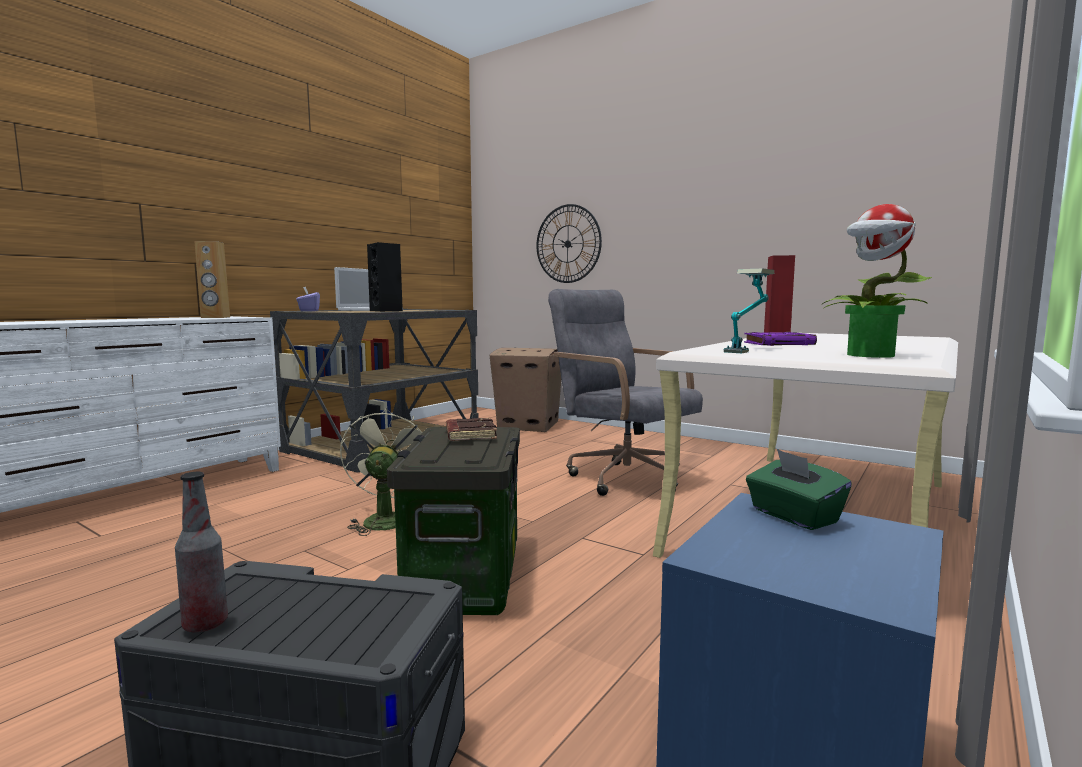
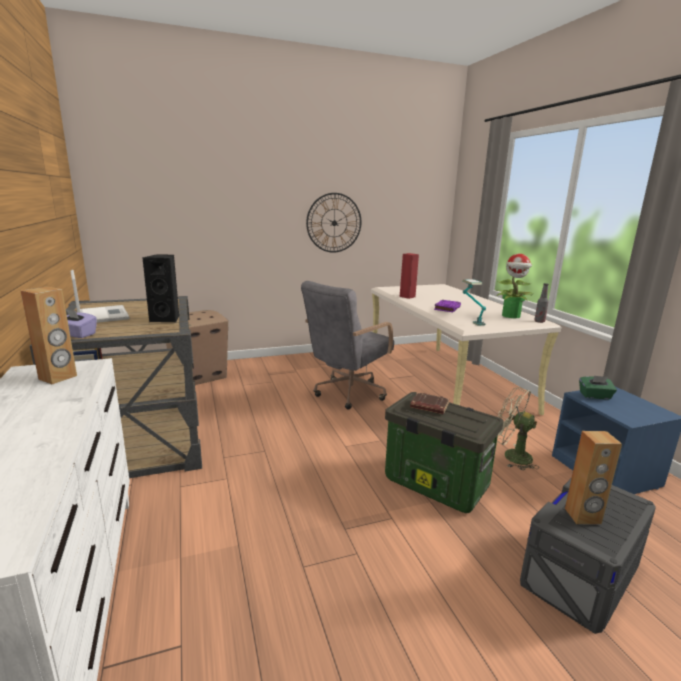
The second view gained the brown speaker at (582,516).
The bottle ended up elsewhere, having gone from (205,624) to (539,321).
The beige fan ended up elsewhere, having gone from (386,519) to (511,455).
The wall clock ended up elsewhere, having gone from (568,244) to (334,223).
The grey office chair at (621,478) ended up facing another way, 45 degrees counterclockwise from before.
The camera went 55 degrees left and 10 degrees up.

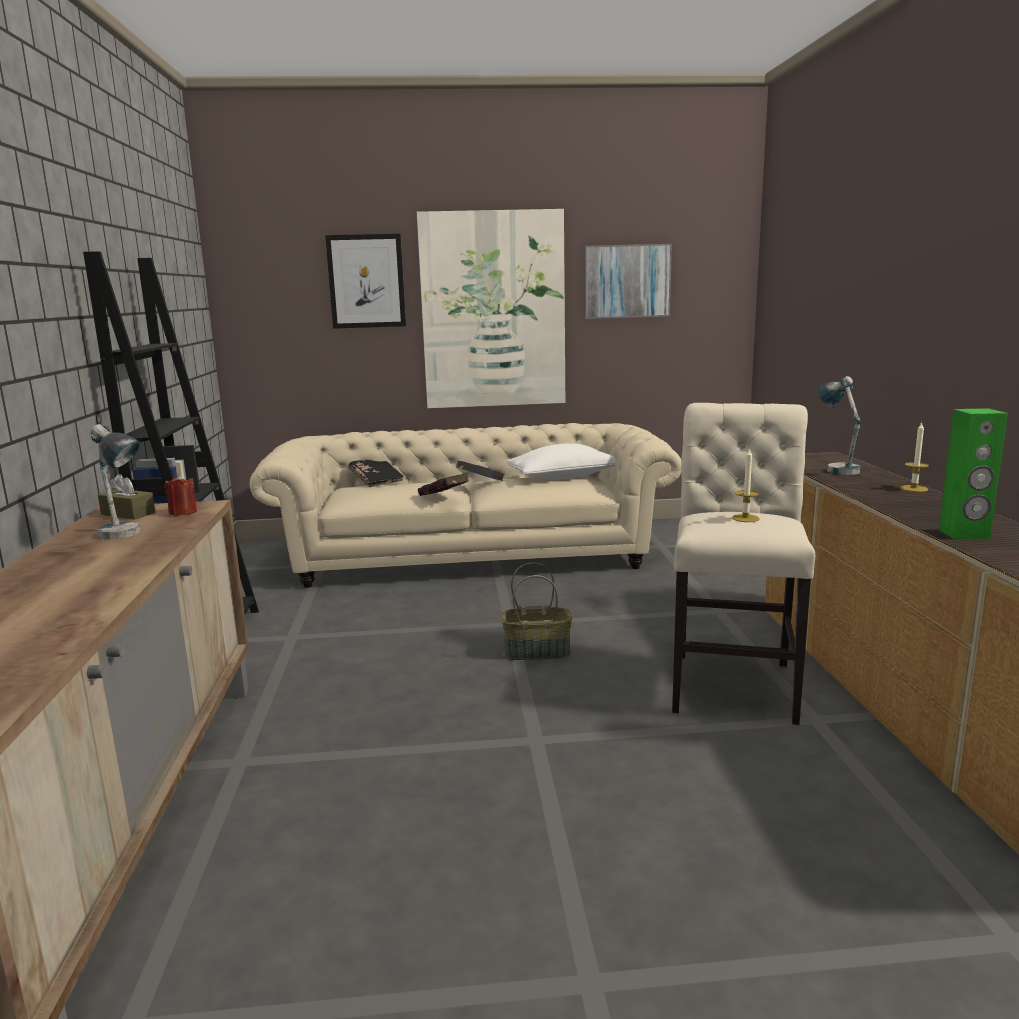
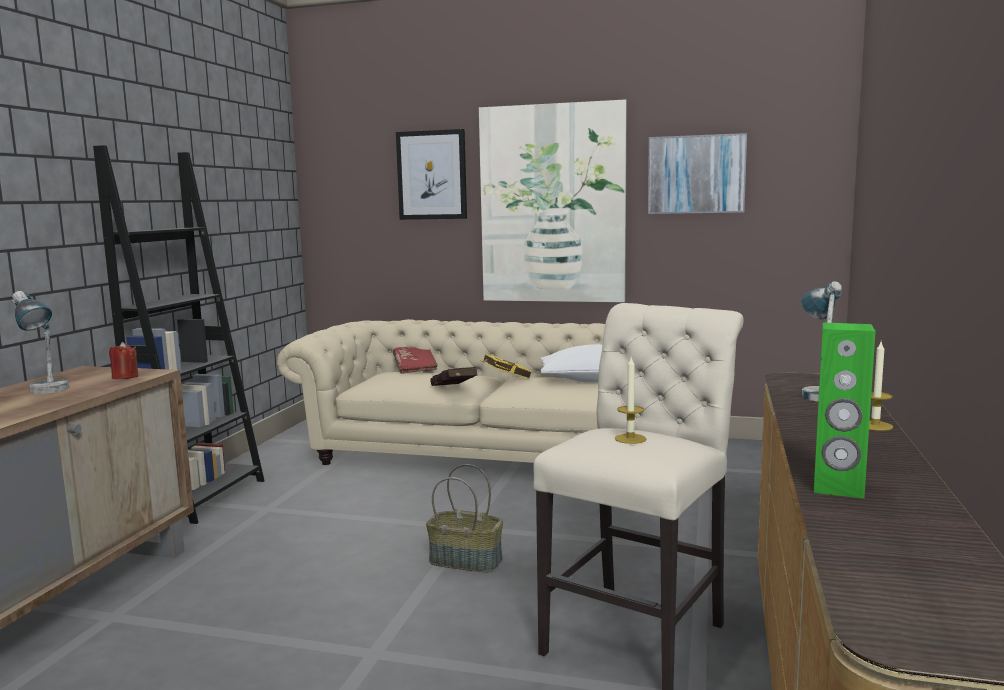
The second view lost the brown tissue box at (128,513).
What was the black book at (376,480) turned into the red book at (415,368).
What was the blue book at (478,482) turned into the yellow book at (504,378).
The camera went 20 degrees right and 5 degrees down.

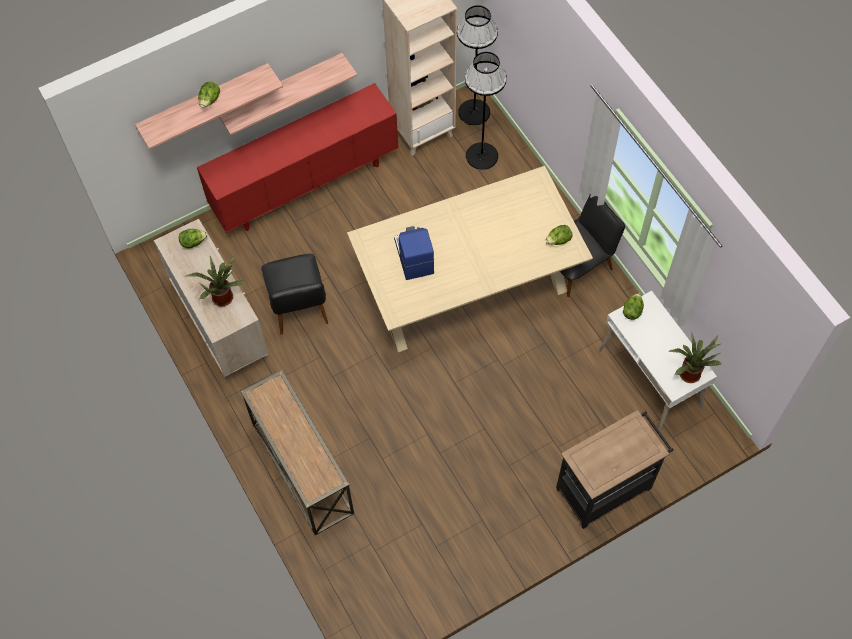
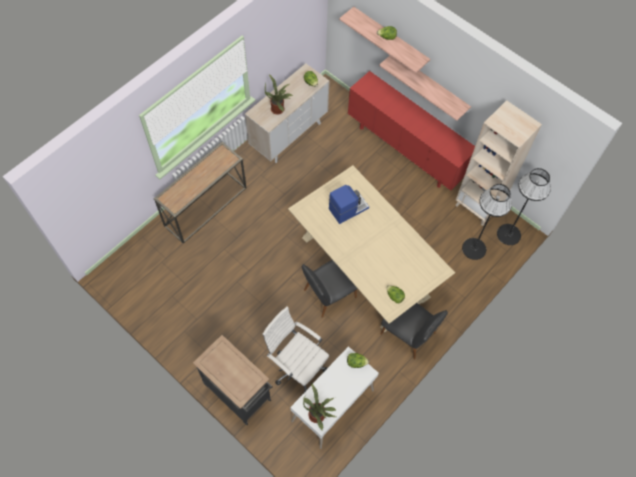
The second view gained the white office chair at (297,367).
The black chair ended up elsewhere, having gone from (298,305) to (330,293).
The camera went 70 degrees right and 0 degrees up.

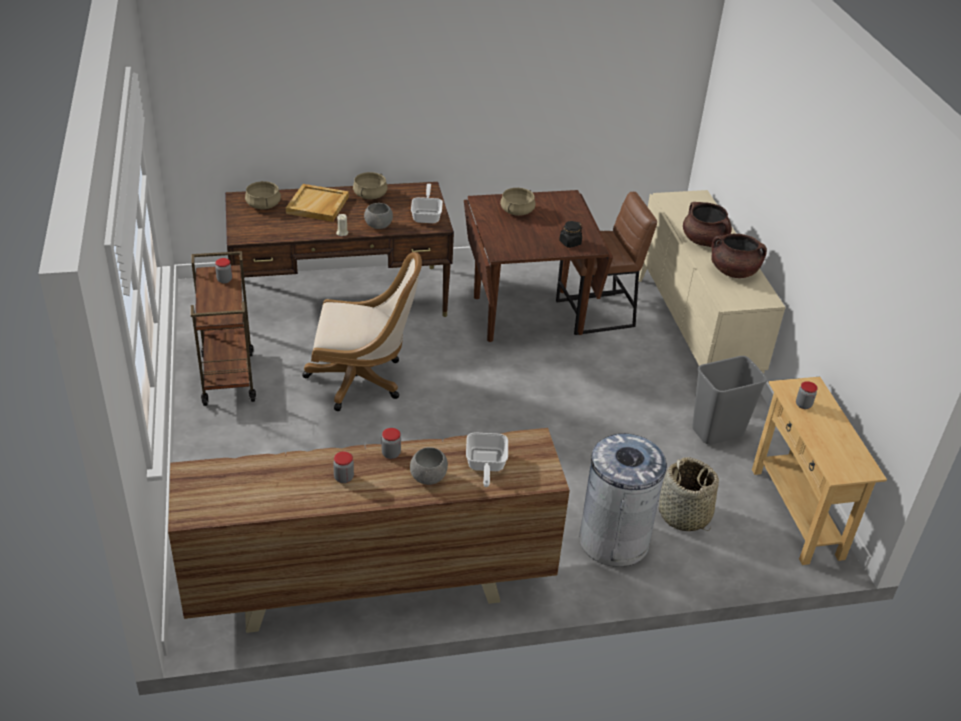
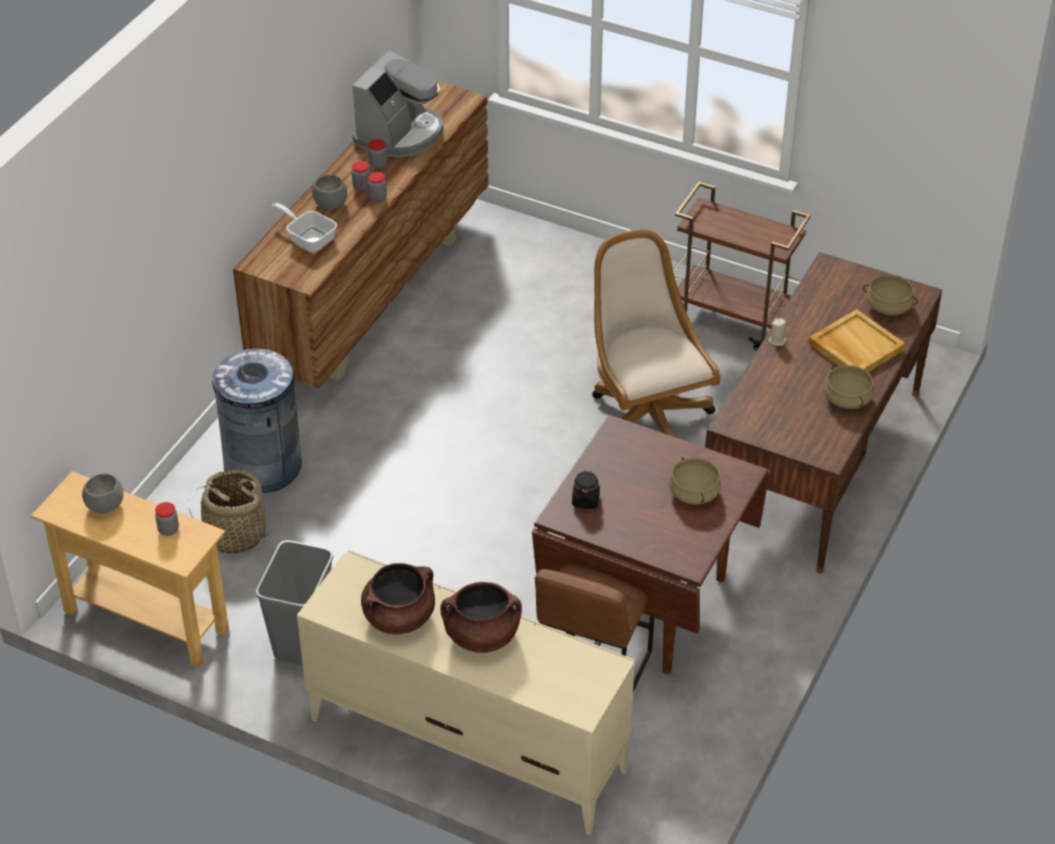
The second view lost the frying pan at (427,215).
The second view gained the coffee machine at (400,134).
The jar ended up elsewhere, having gone from (224,280) to (361,187).
The grey bowl ended up elsewhere, having gone from (378,226) to (104,506).
The office chair at (363,379) ended up facing another way, 120 degrees clockwise from before.
The camera went 130 degrees right and 5 degrees up.

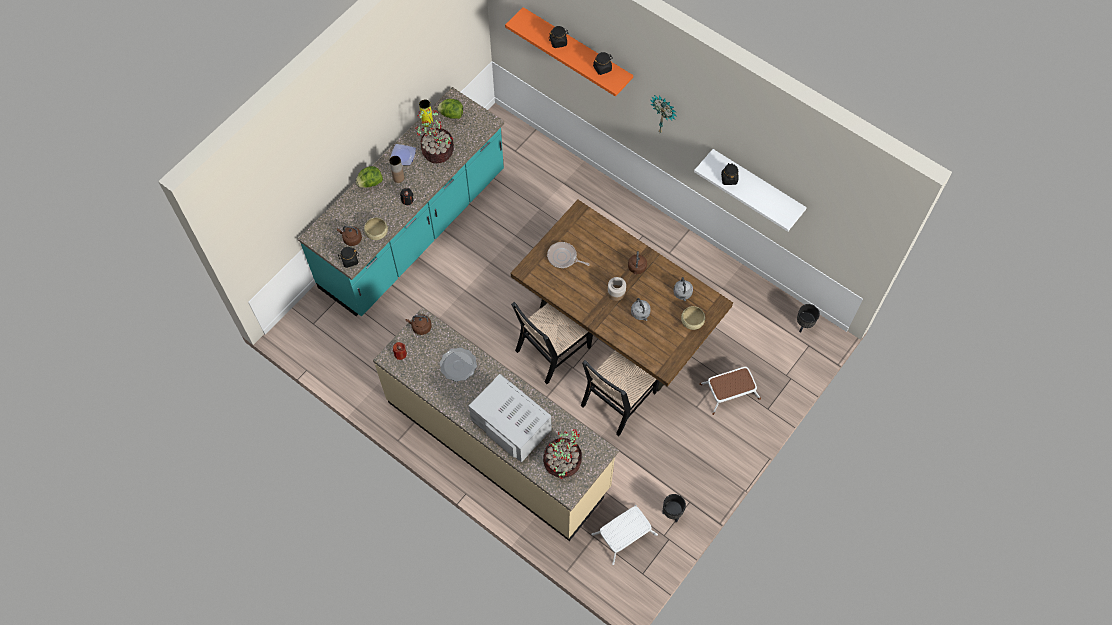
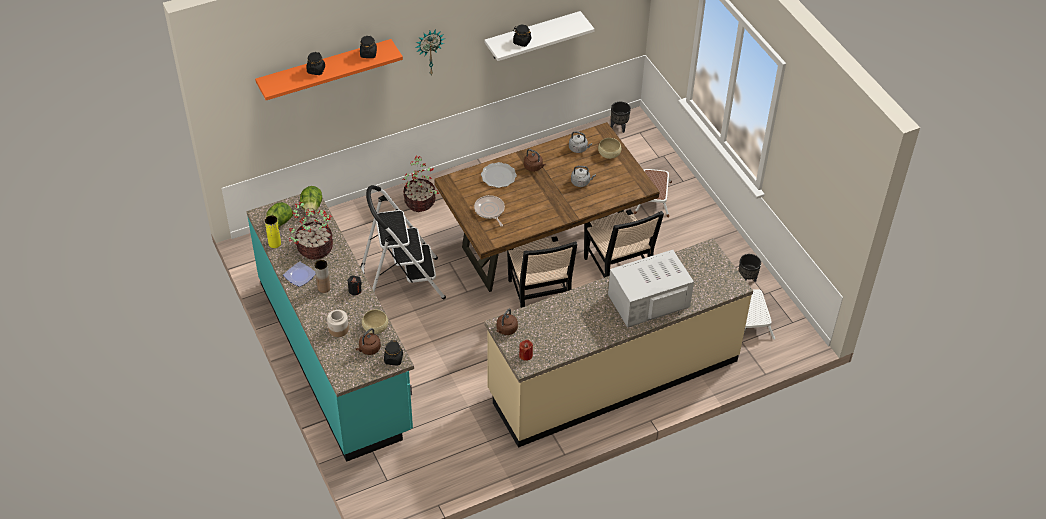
The second view gained the step ladder at (399,283).
The lettuce ended up elsewhere, having gone from (370,183) to (312,207).
The plate ended up elsewhere, having gone from (458,365) to (498,176).
The potted plant ended up elsewhere, having gone from (562,463) to (420,202).
The jar ended up elsewhere, having gone from (616,293) to (338,329).
The frying pan at (563,257) ended up facing another way, 105 degrees clockwise from before.
The camera went 65 degrees left and 15 degrees down.

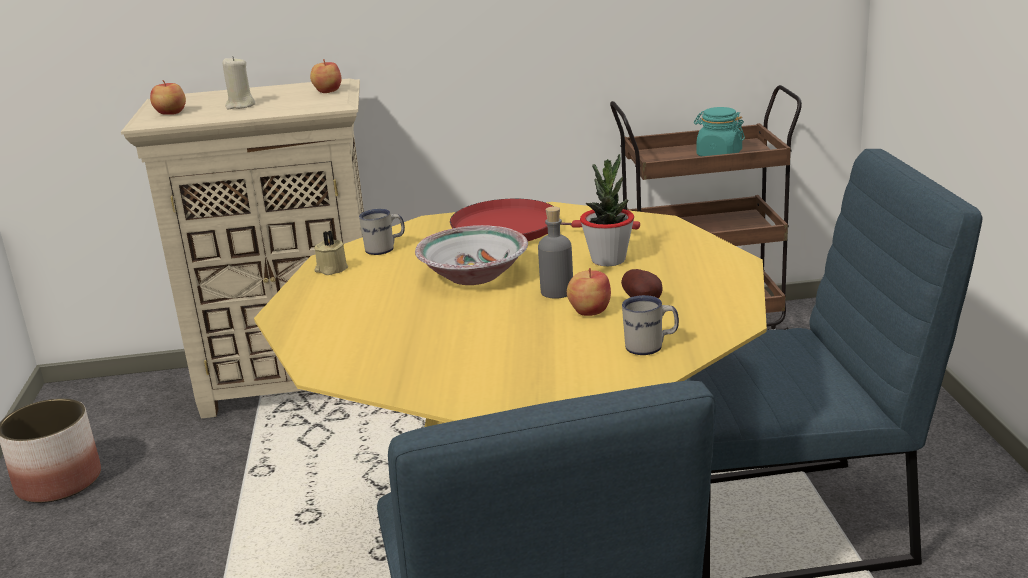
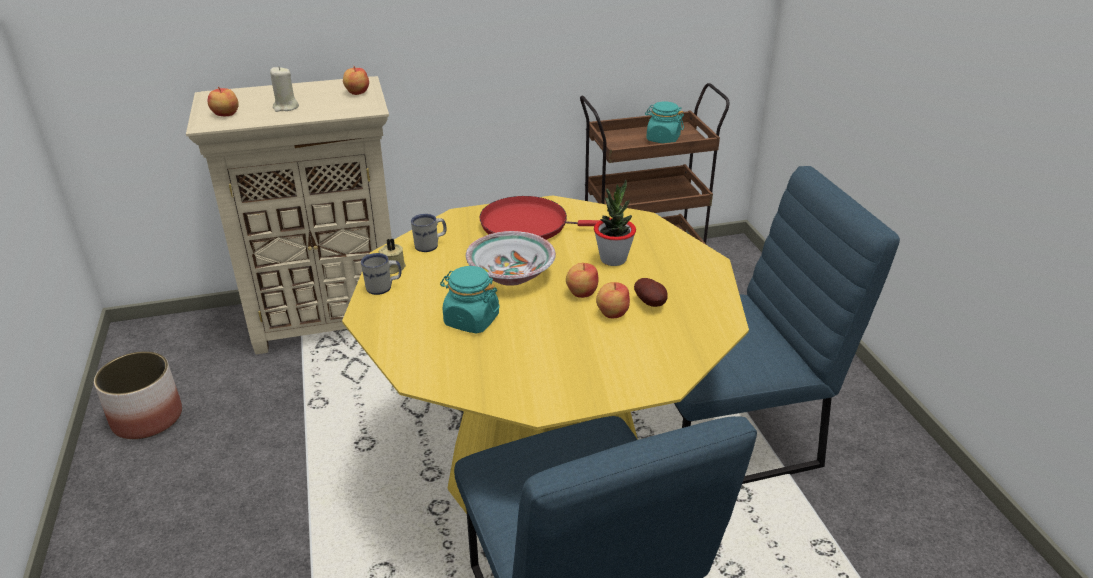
The second view gained the turquoise jar at (471,320).
The white mug ended up elsewhere, having gone from (651,347) to (383,288).
Where the grey bottle stood at (557,292), the apple came to stand at (581,292).
The camera went 10 degrees left and 10 degrees up.

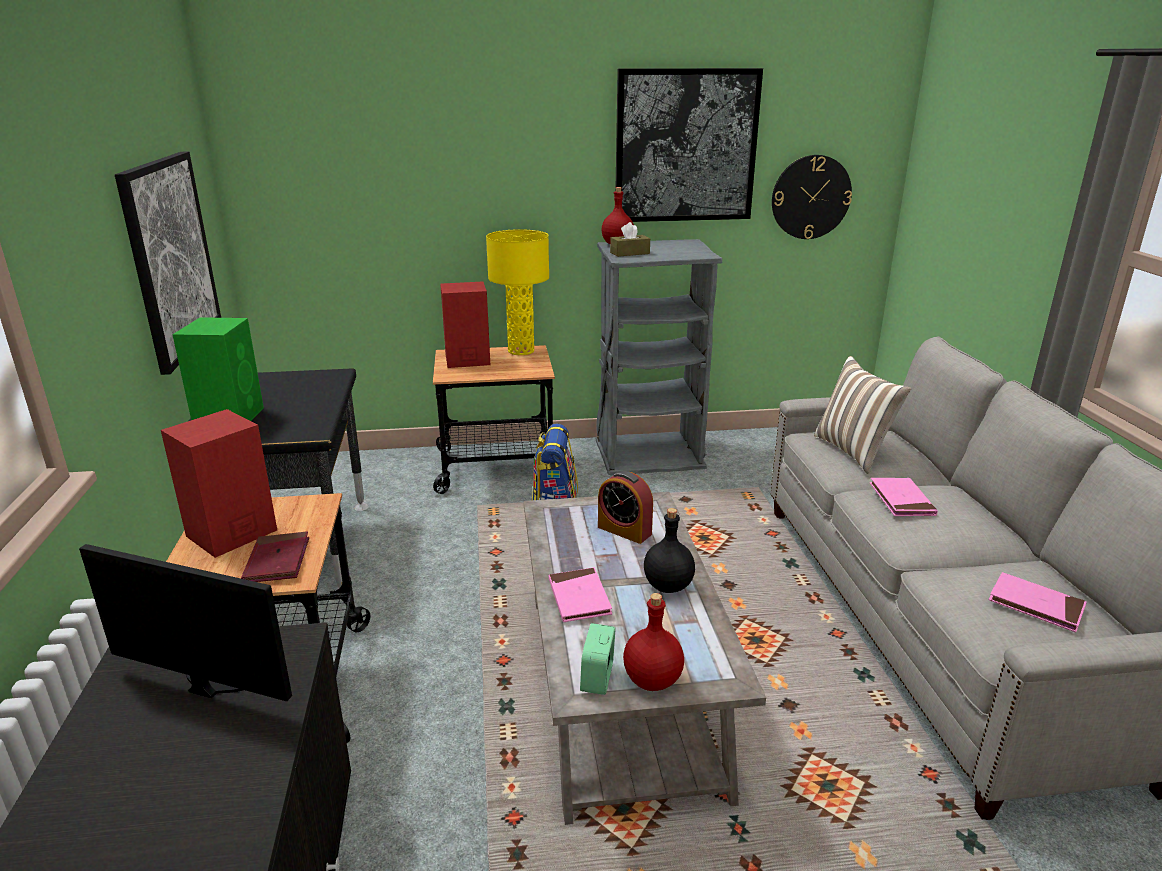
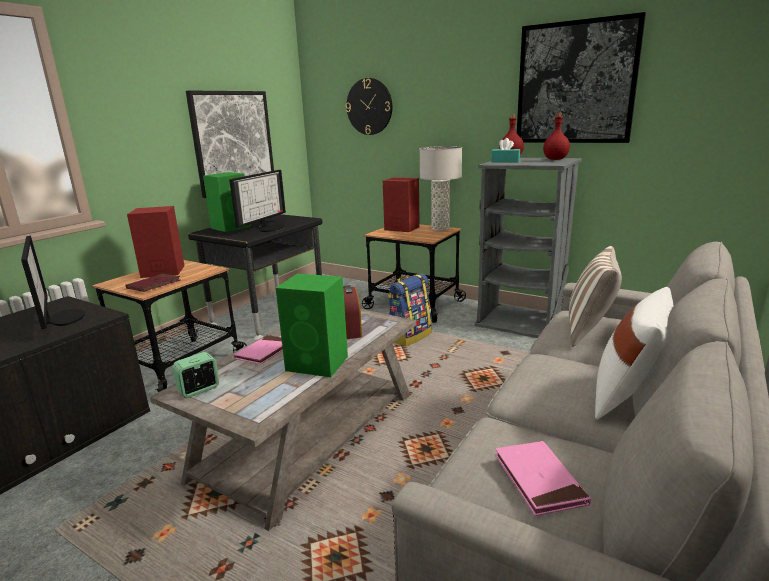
The second view lost the pink book at (901,500).
The second view gained the monitor at (269,228).
The second view gained the white pillow at (627,397).
The red bottle ended up elsewhere, having gone from (651,680) to (555,159).
The wall clock ended up elsewhere, having gone from (811,197) to (369,106).
Where the black bottle stood at (668,585), the green speaker came to stand at (318,364).
What was the yellow table lamp at (521,351) turned into the white table lamp at (440,229).
What was the brown tissue box at (630,253) turned into the turquoise tissue box at (505,161).
The camera went 40 degrees right and 5 degrees down.

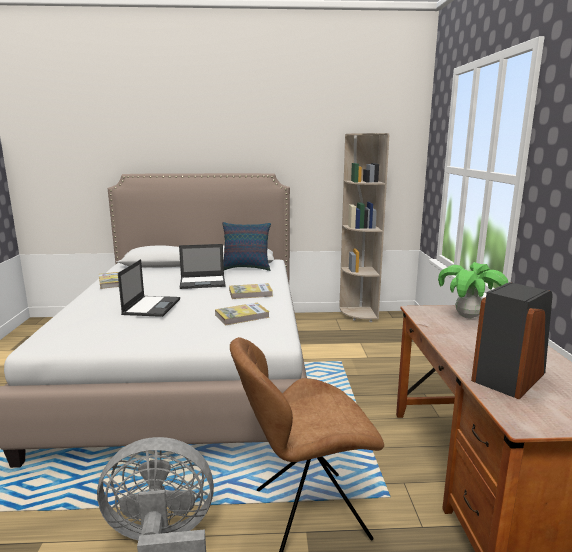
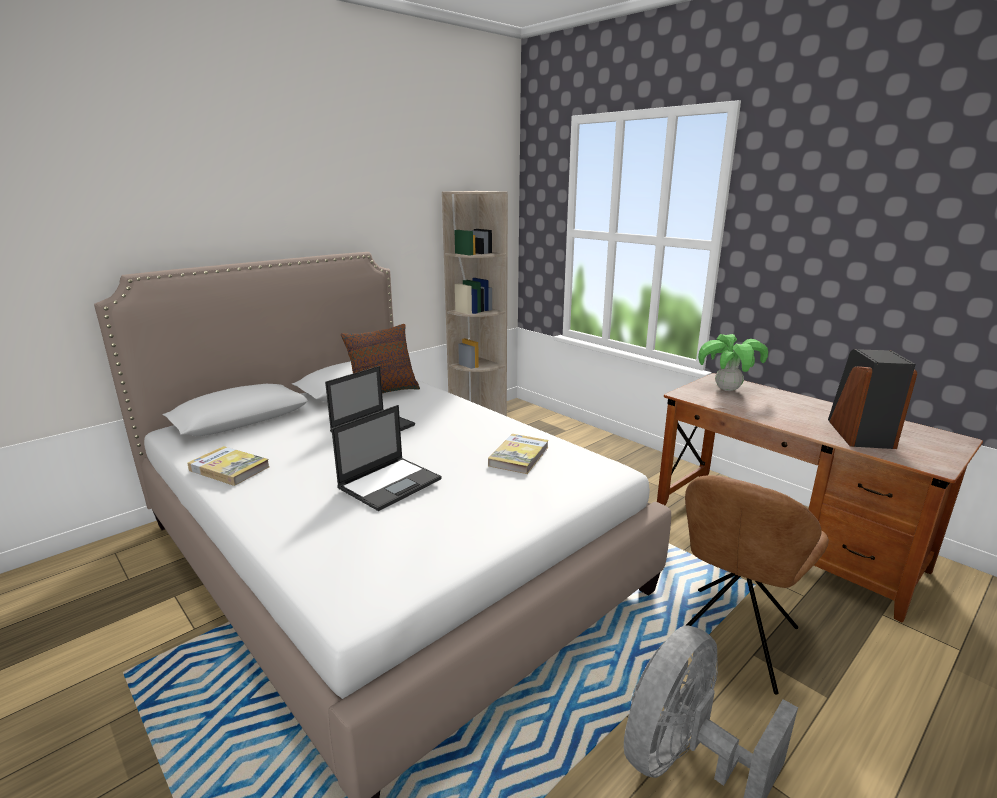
The second view lost the book at (250,293).
What was the blue pillow at (246,269) turned into the brown pillow at (384,394).
The laptop at (152,306) ended up facing another way, 75 degrees clockwise from before.
The camera went 40 degrees left and 5 degrees up.

